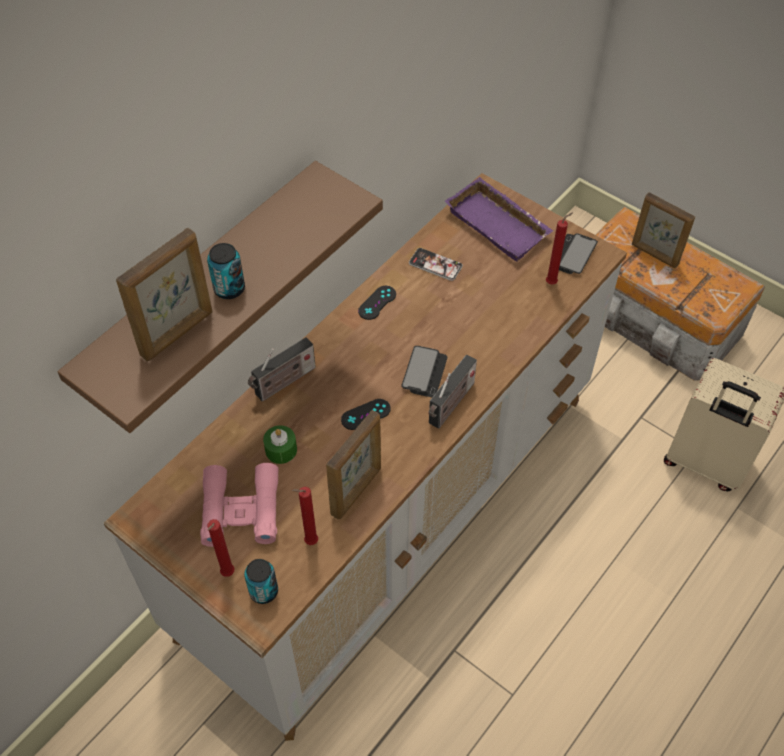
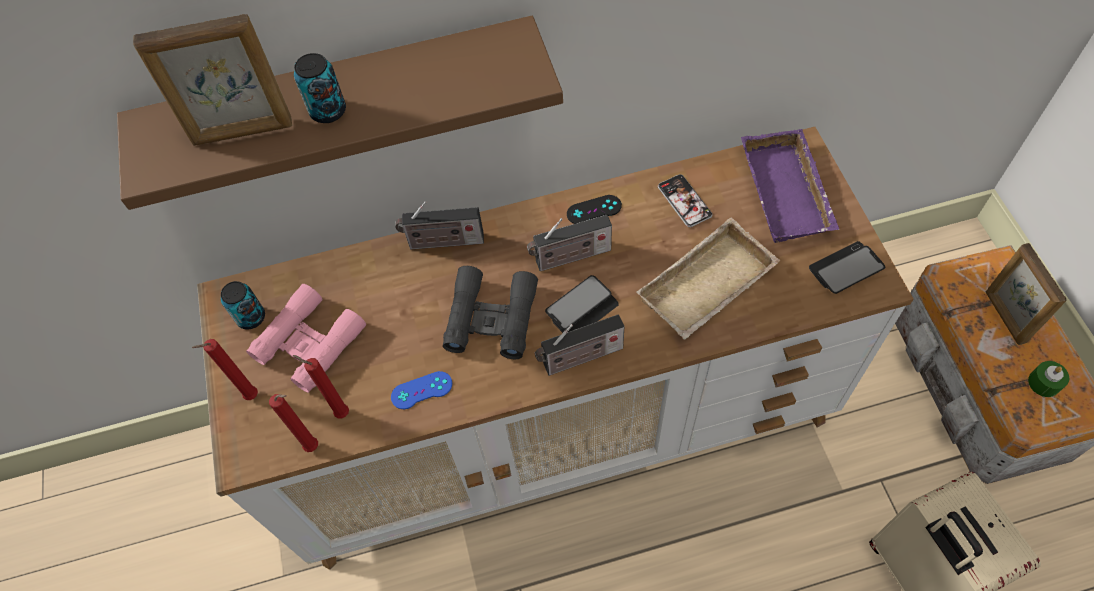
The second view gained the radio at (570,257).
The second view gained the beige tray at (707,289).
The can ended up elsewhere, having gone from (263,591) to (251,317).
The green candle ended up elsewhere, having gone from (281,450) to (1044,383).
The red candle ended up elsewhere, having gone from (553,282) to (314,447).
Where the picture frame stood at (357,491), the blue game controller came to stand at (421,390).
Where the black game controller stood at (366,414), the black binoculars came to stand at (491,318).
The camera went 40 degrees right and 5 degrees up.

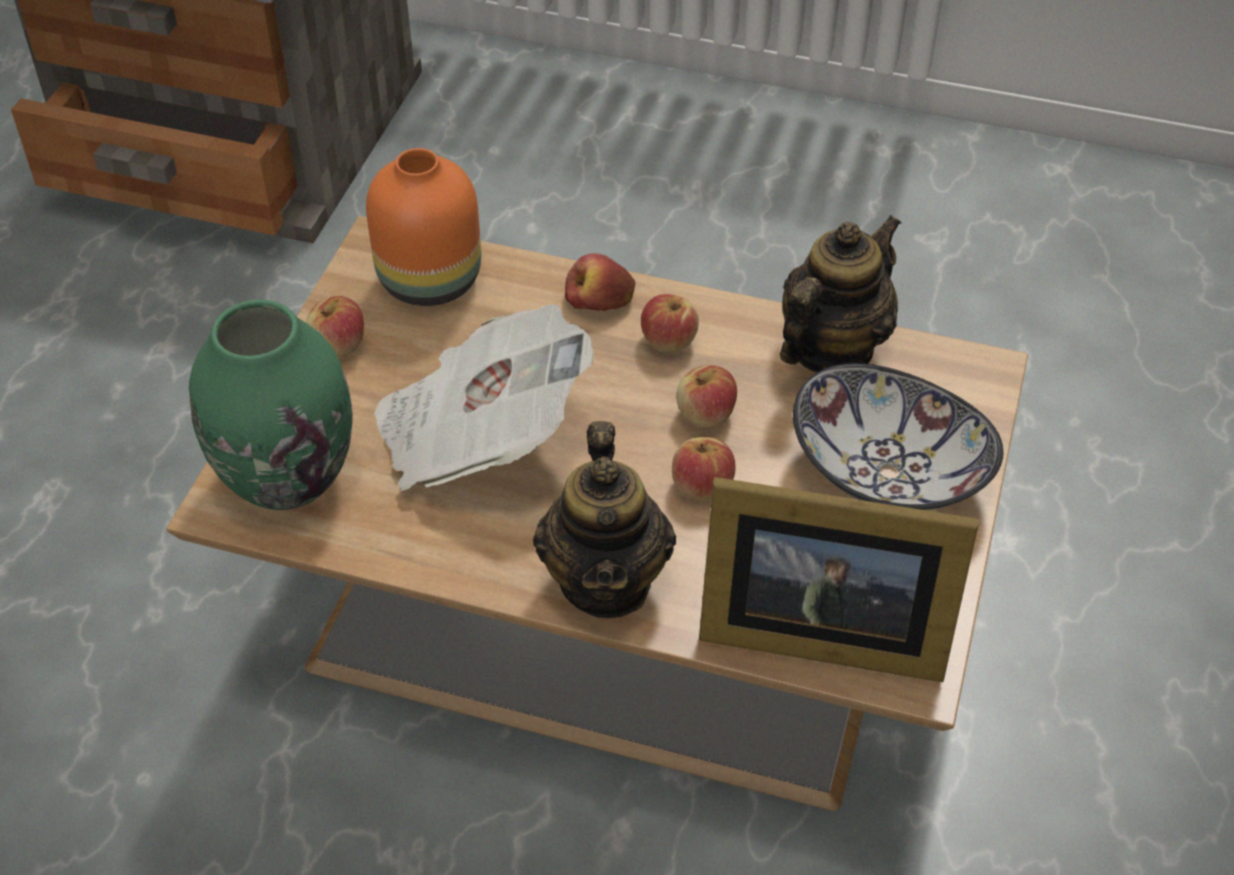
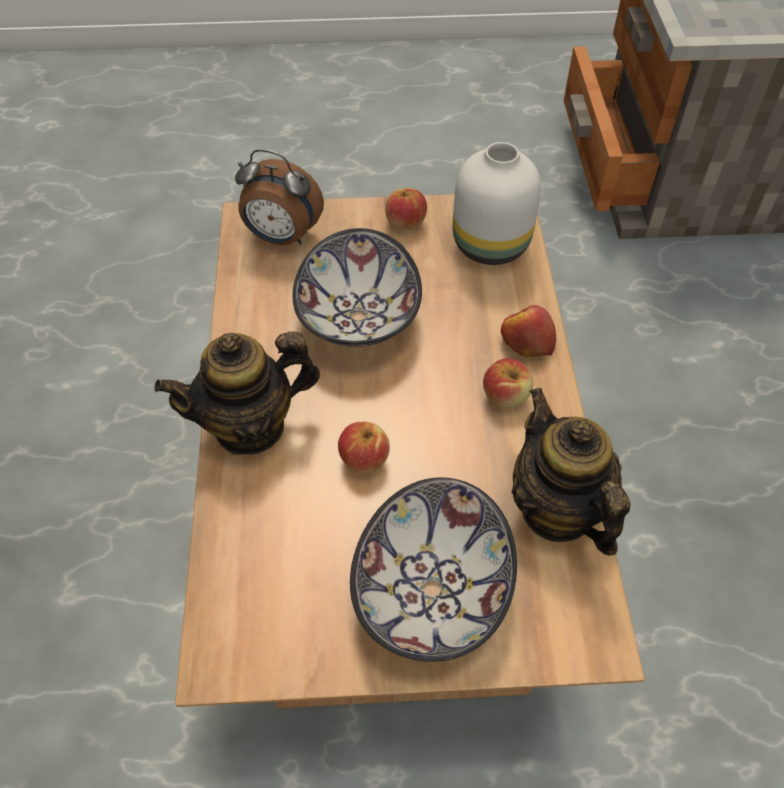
The second view lost the apple at (705,415).
The second view lost the picture frame at (815,630).
Where the green vase stood at (287,477), the alarm clock came to stand at (281,238).
Where the newspaper stood at (480,436), the bowl came to stand at (356,317).
What was the orange vase at (428,282) turned into the white vase at (488,245).
The teapot at (831,349) ended up facing another way, 135 degrees counterclockwise from before.
The camera went 70 degrees right and 5 degrees up.

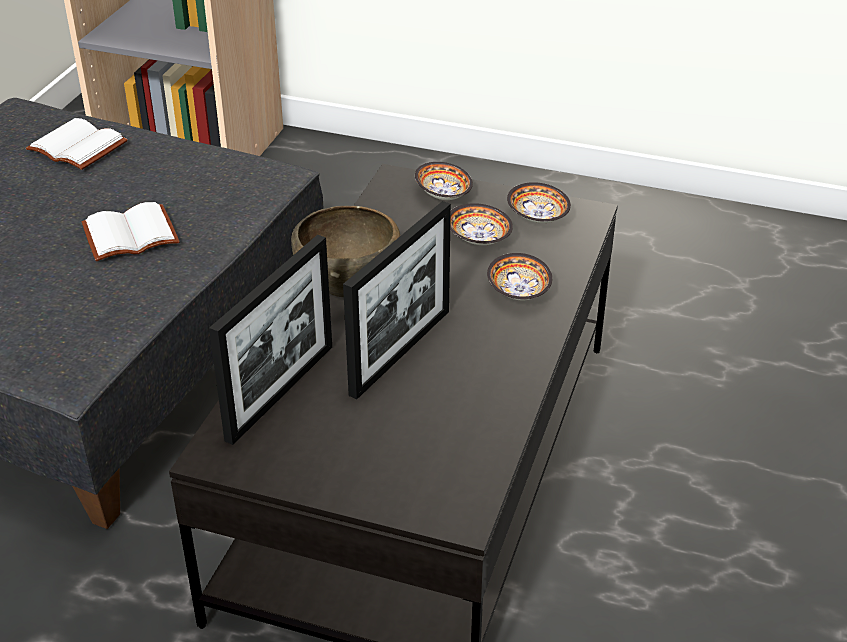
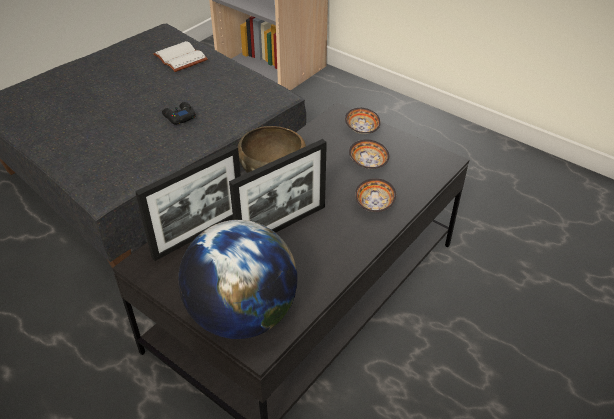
The second view lost the bowl at (537,218).
The second view gained the globe at (242,315).
Where the white book stood at (129,237), the black game controller came to stand at (179,117).
The camera went 20 degrees right and 5 degrees up.

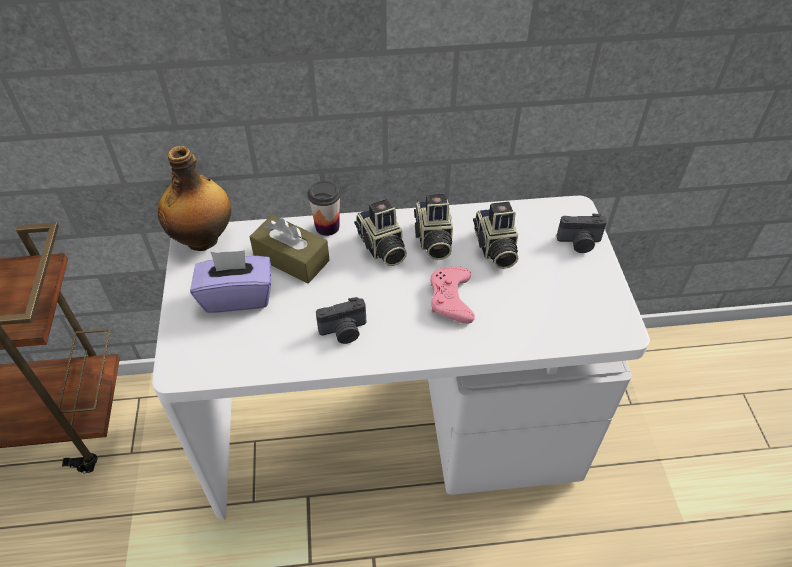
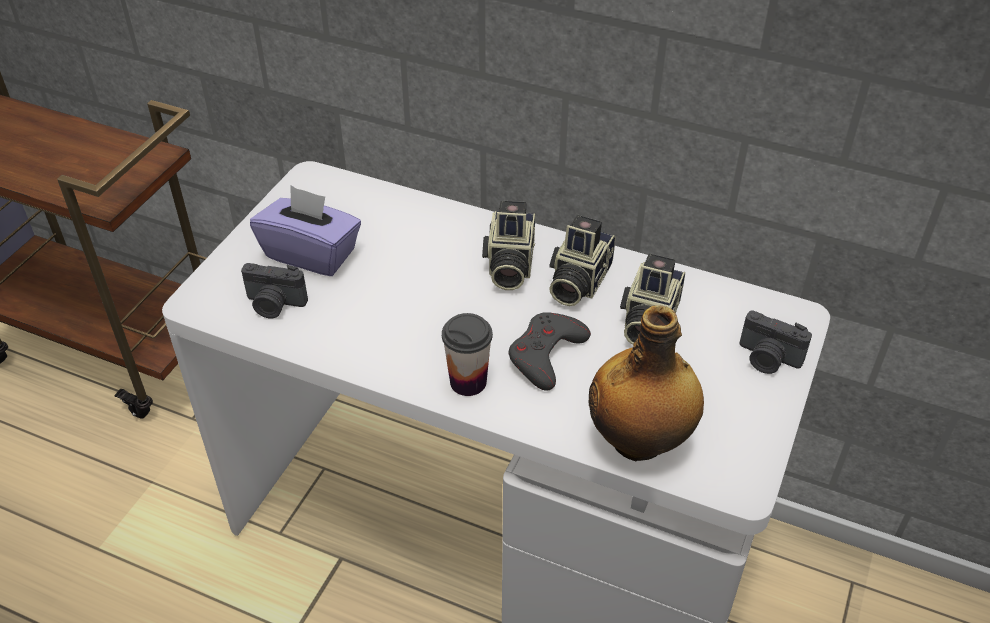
The second view lost the brown tissue box at (291,258).
The bottle ended up elsewhere, having gone from (204,239) to (640,441).
The cup ended up elsewhere, having gone from (327,227) to (468,382).
The photo camera ended up elsewhere, having gone from (344,331) to (274,305).
What was the pink game controller at (451,298) turned into the grey game controller at (546,355).
The camera went 30 degrees right and 5 degrees down.

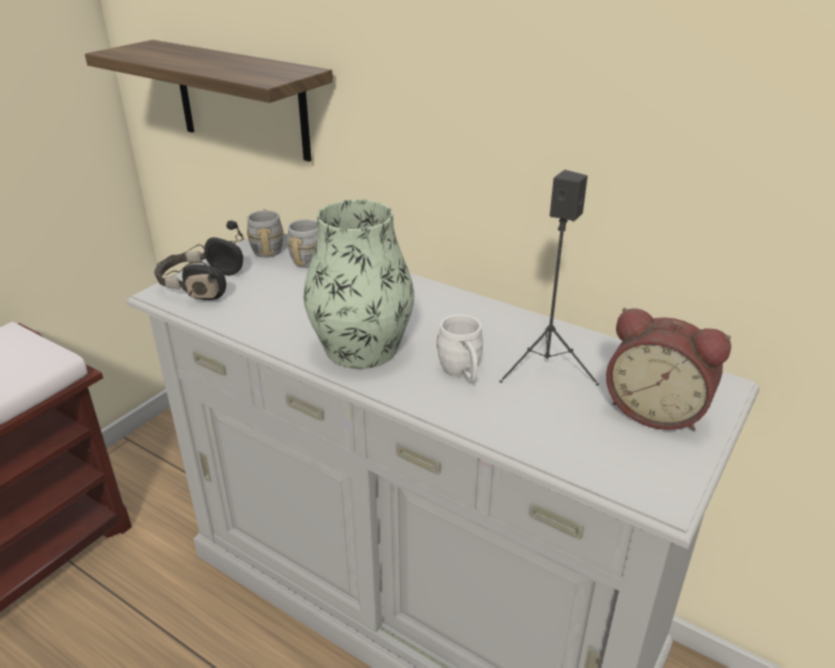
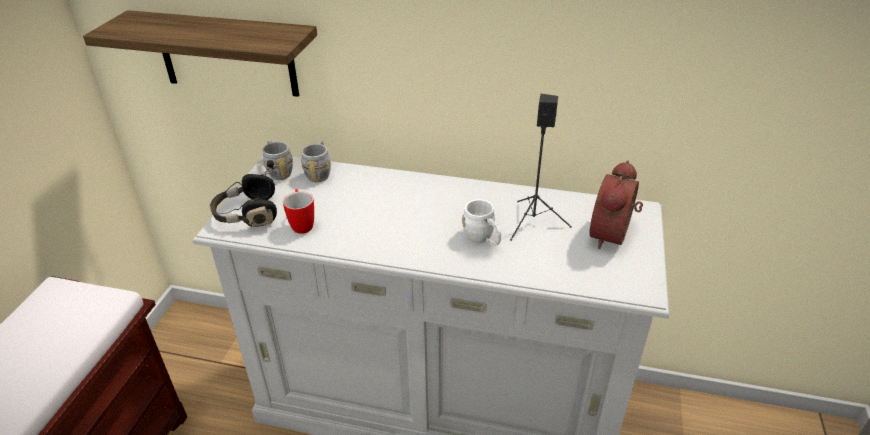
The second view lost the vase at (362,348).
The second view gained the mug at (302,224).
The alarm clock at (656,410) ended up facing another way, 105 degrees clockwise from before.
The camera went 20 degrees left and 5 degrees up.

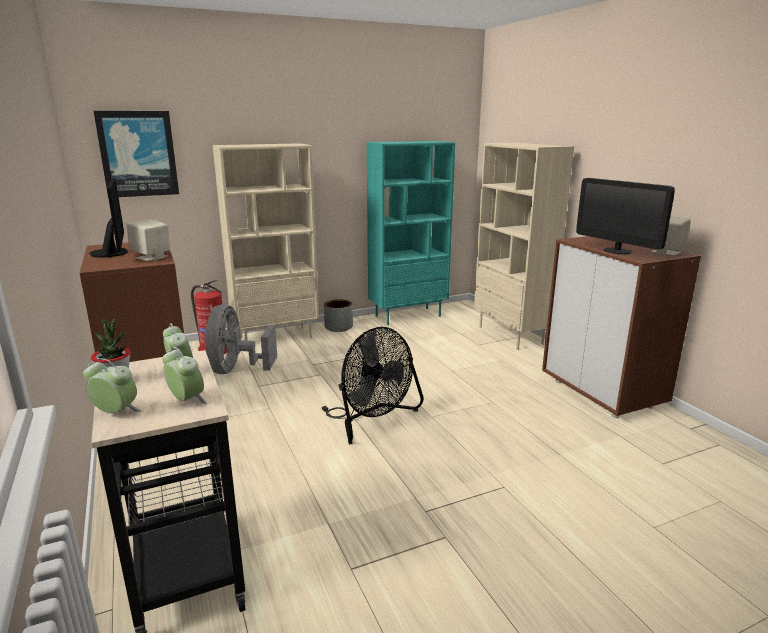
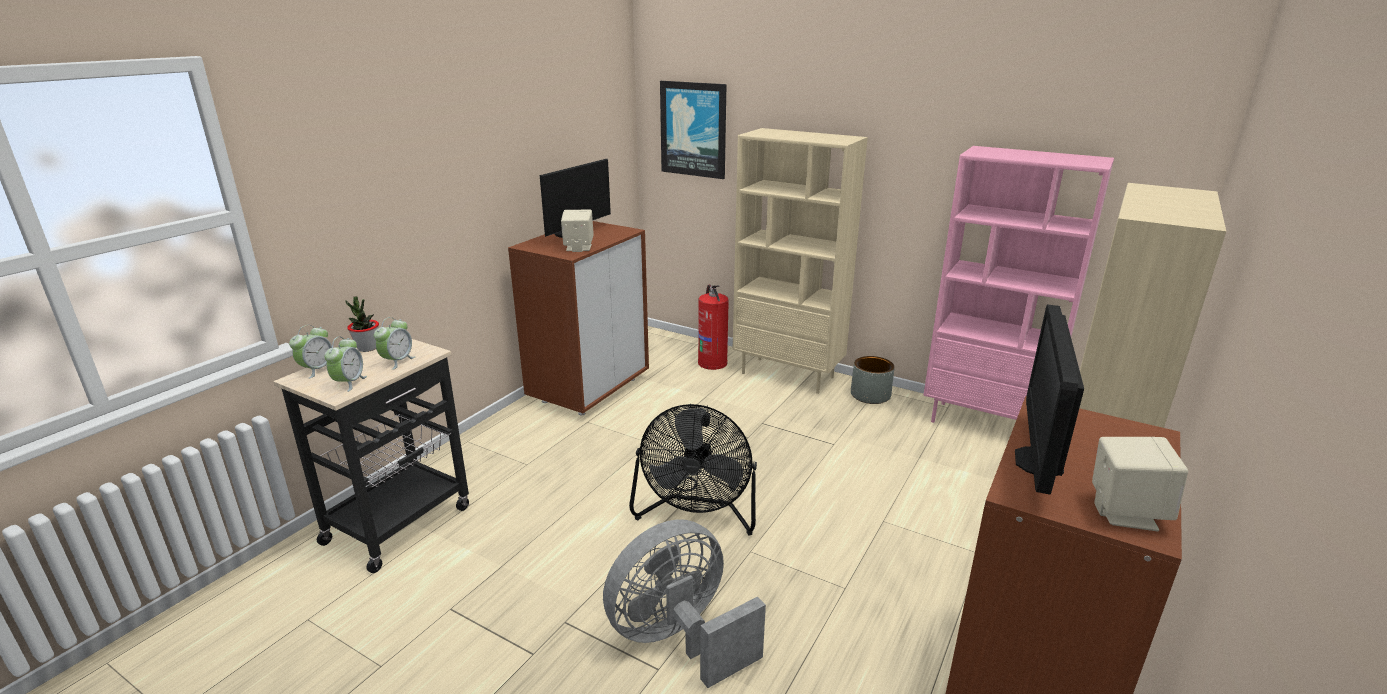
The grey fan ended up elsewhere, having gone from (236,369) to (679,639).
What was the turquoise bookcase at (408,316) turned into the pink bookcase at (985,424).
The alarm clock at (116,413) ended up facing another way, 45 degrees clockwise from before.
The camera went 55 degrees right and 5 degrees up.

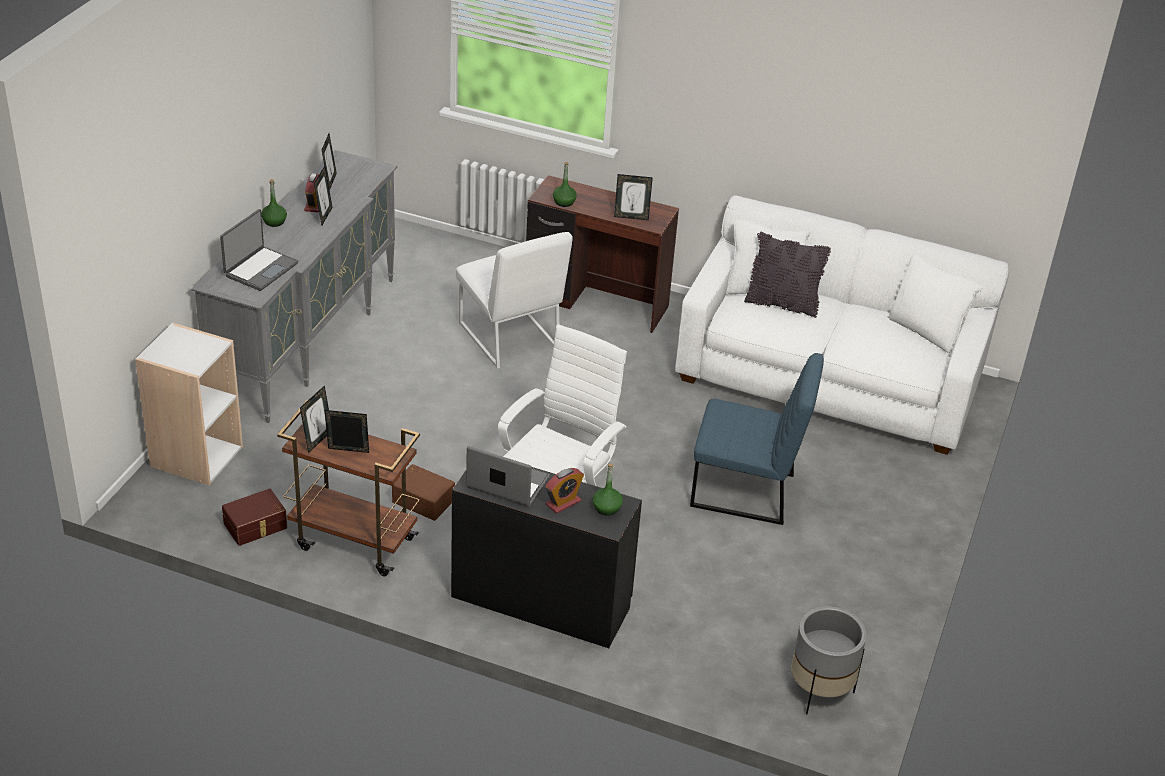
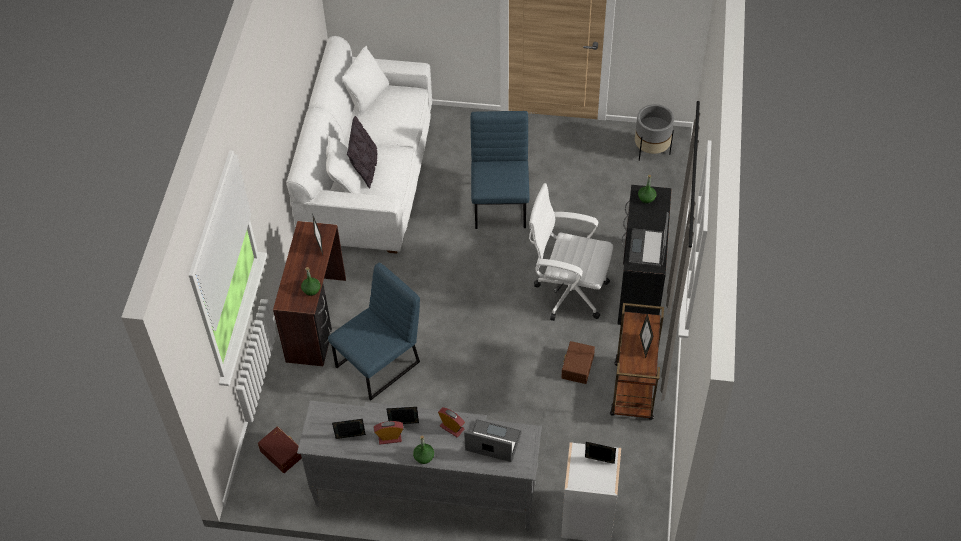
The brown storage box ended up elsewhere, having gone from (256,526) to (282,453).
The picture frame ended up elsewhere, having gone from (317,440) to (599,462).
The alarm clock ended up elsewhere, having gone from (563,503) to (452,428).
What was the white chair at (509,338) turned into the blue chair at (380,363).
The camera went 100 degrees left and 15 degrees up.

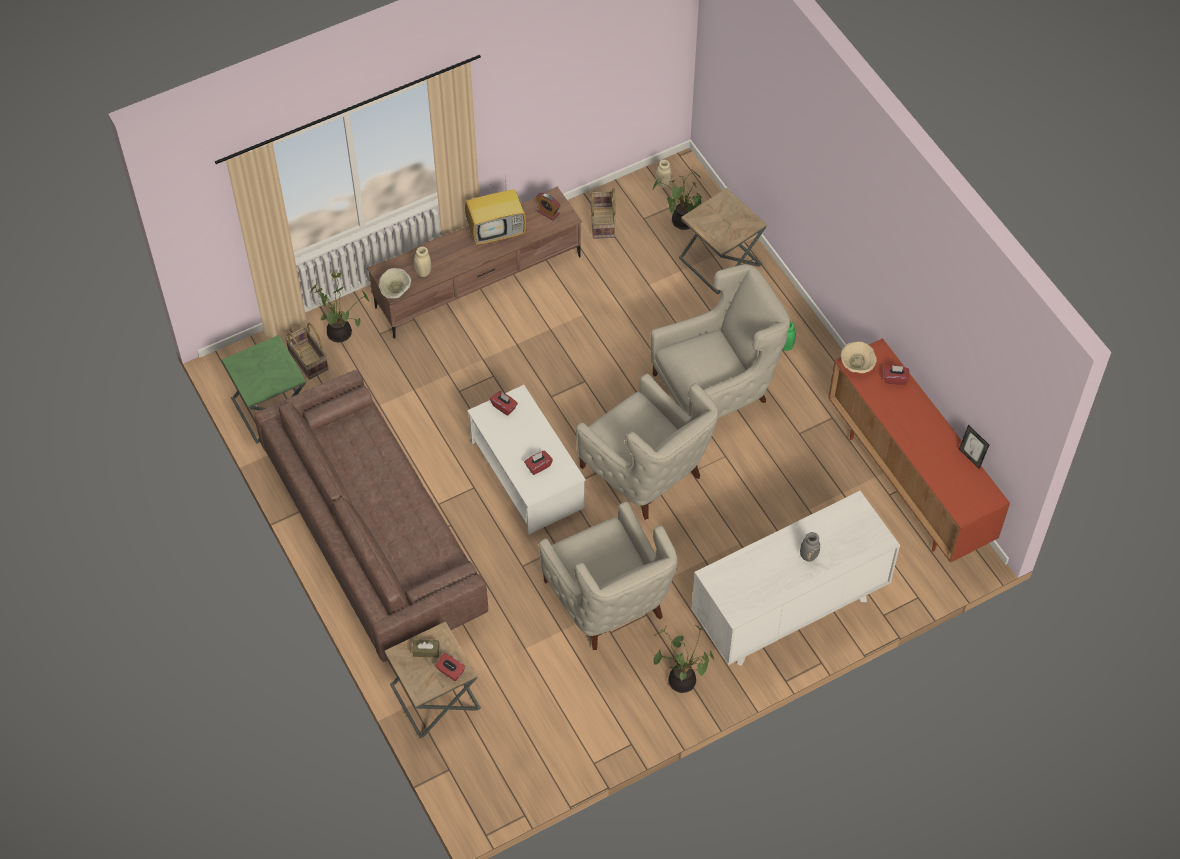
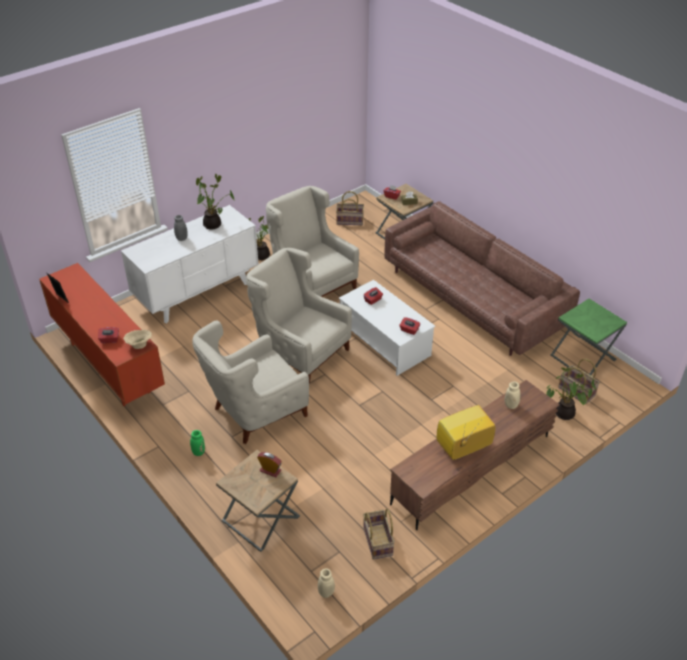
The second view lost the beige bowl at (395,291).
The second view gained the basket at (350,220).
The alarm clock ended up elsewhere, having gone from (548,213) to (270,470).
The potted plant ended up elsewhere, having gone from (681,221) to (214,224).
The camera went 170 degrees right and 15 degrees down.

